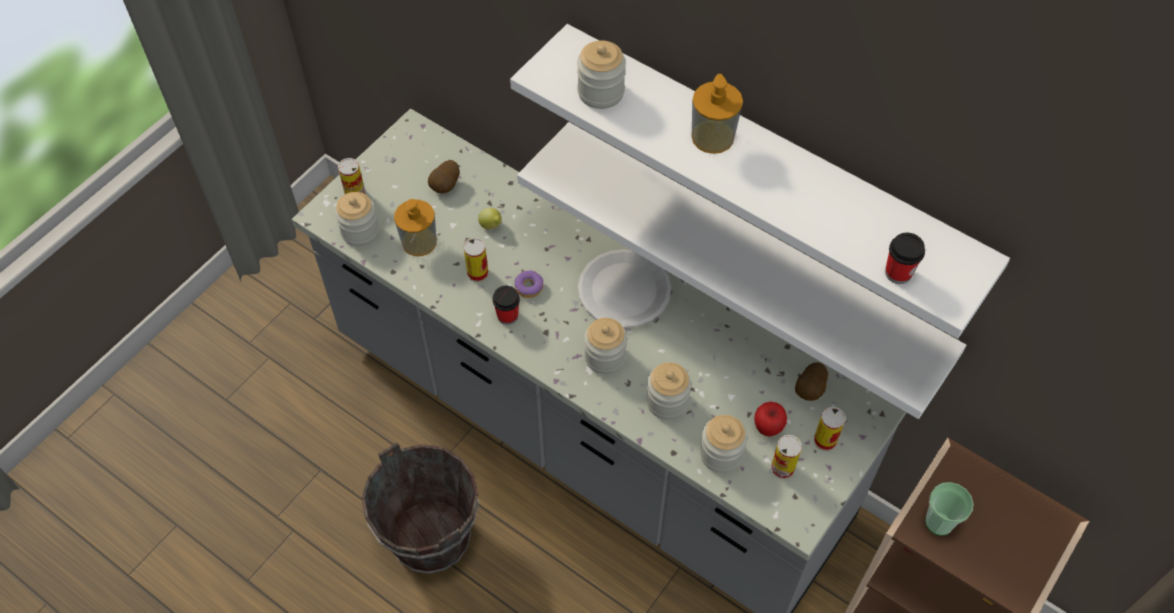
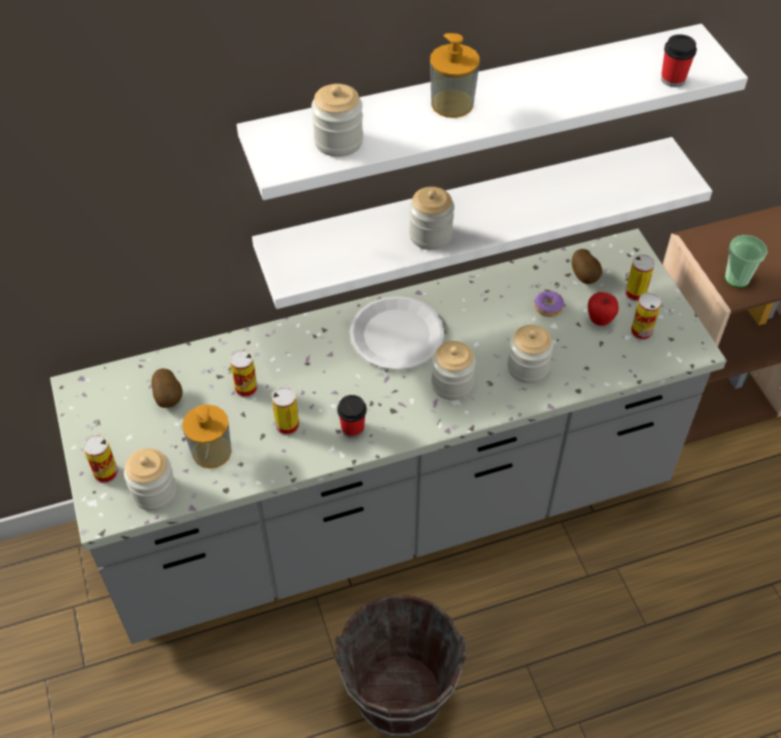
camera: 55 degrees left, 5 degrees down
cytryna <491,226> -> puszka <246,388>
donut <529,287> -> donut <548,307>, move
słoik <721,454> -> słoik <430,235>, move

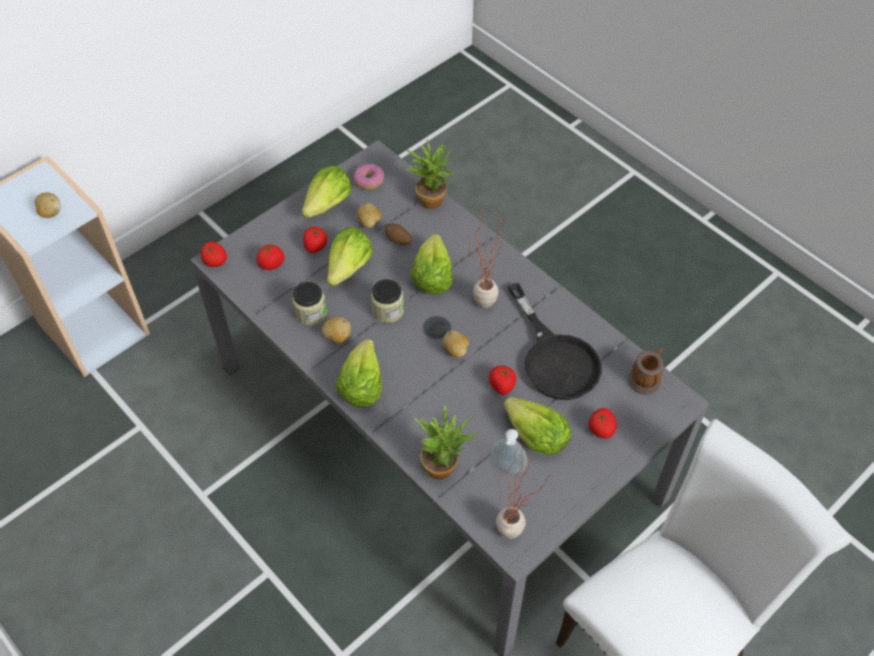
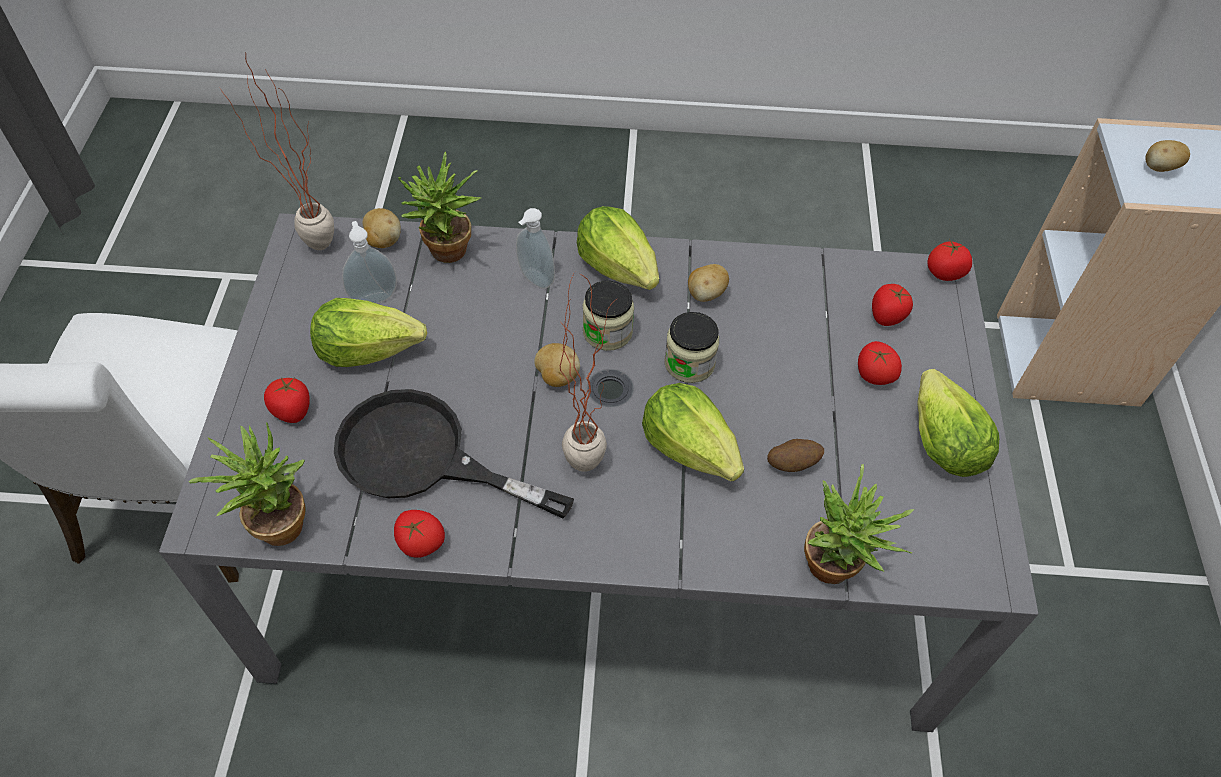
camera: 135 degrees right, 0 degrees up
słoik <310,313> -> słoik <607,332>, move
sałata <349,268> -> none
donut <369,180> -> none
ziemniak <369,223> -> ziemniak <383,240>, move
pomidor <502,386> -> pomidor <420,542>, move
kubek <646,377> -> roślina doniczkowa <275,521>
none -> dozownik mydła <534,280>

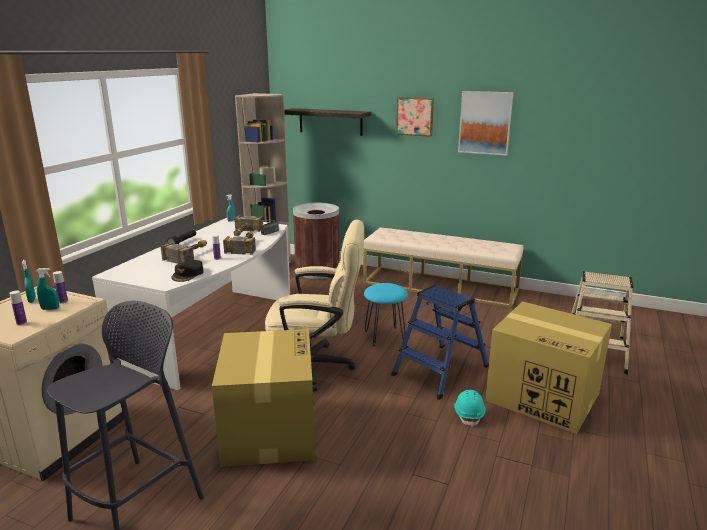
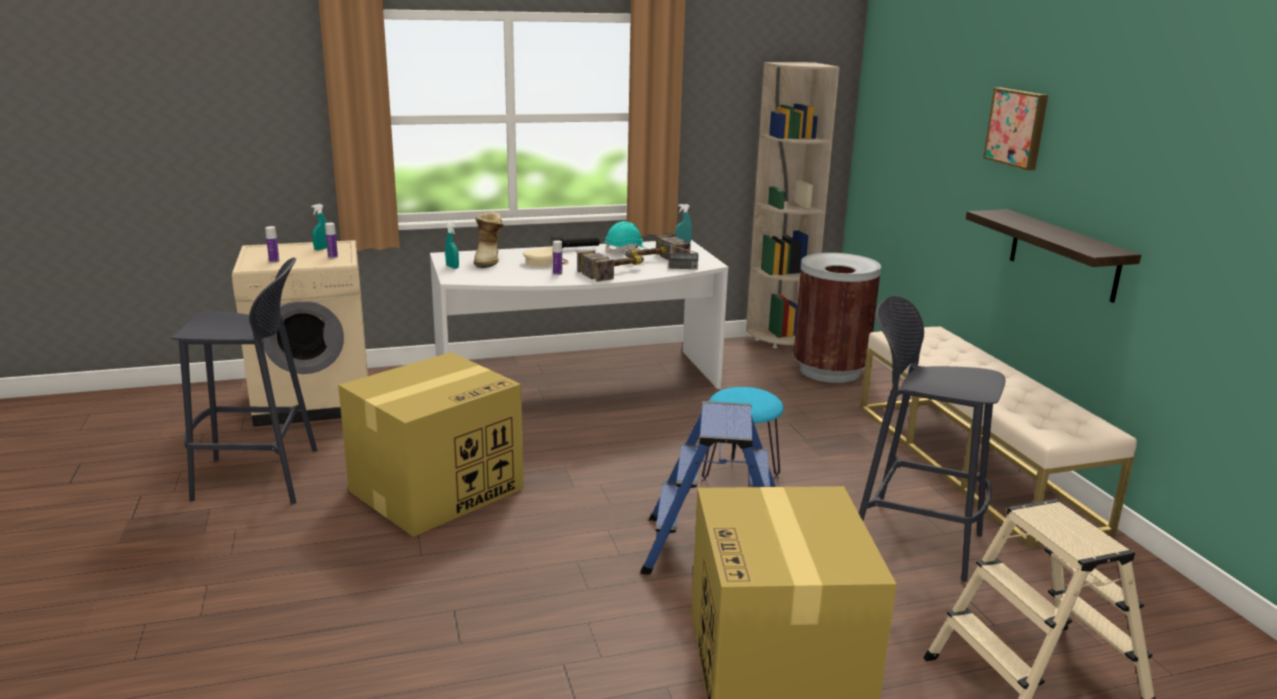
camera: 50 degrees right, 0 degrees up
spryskiwacz/turkusowy <50,309> -> spryskiwacz/turkusowy <452,267>, move
młotek <190,255> -> czapka z daszkiem/beżowy <545,262>
czapka z daszkiem/czarny <188,274> -> none
krzesło biurowe/beżowy <316,367> -> none
półka <330,121> -> półka <1063,255>, move
kask/turkusowy <469,414> -> kask/turkusowy <625,250>, move
obraz <485,122> -> none
none -> but z cholewką <489,260>
none -> stołek/szary <912,541>

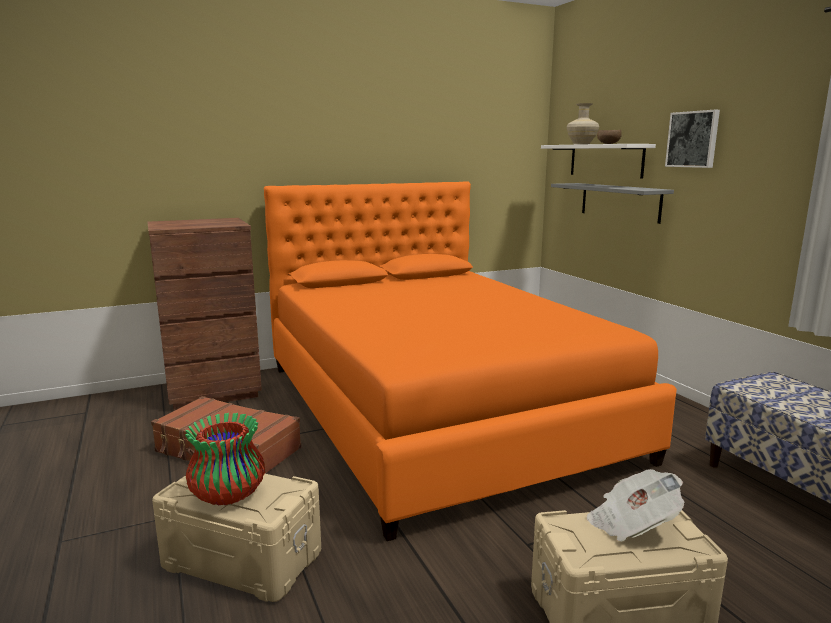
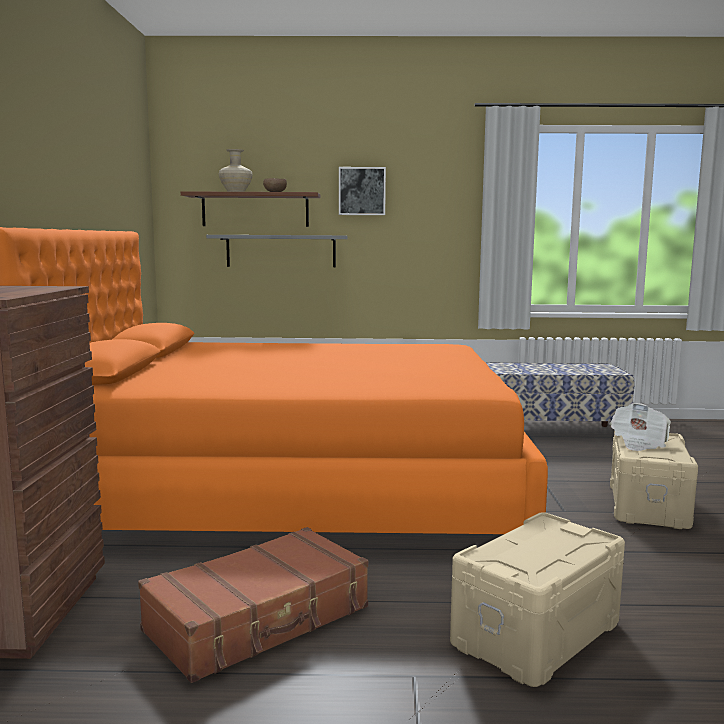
camera: 65 degrees left, 5 degrees down
wazon <227,495> -> none
półka/biały <605,160> -> półka/brązowy <255,210>

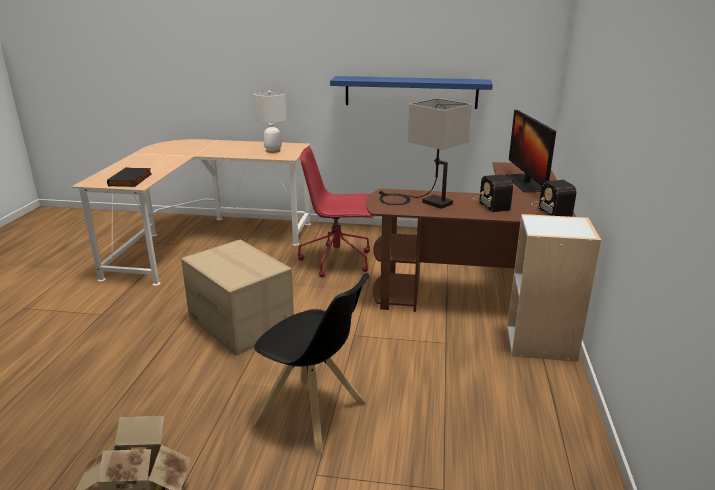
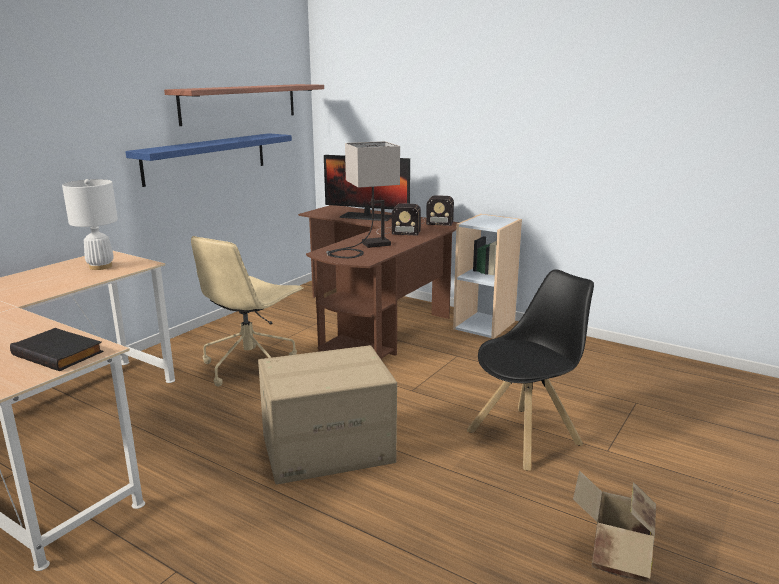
camera: 65 degrees left, 5 degrees down
krzesło biurowe/czerwony <340,261> -> krzesło biurowe/beżowy <252,365>
none -> półka <240,103>

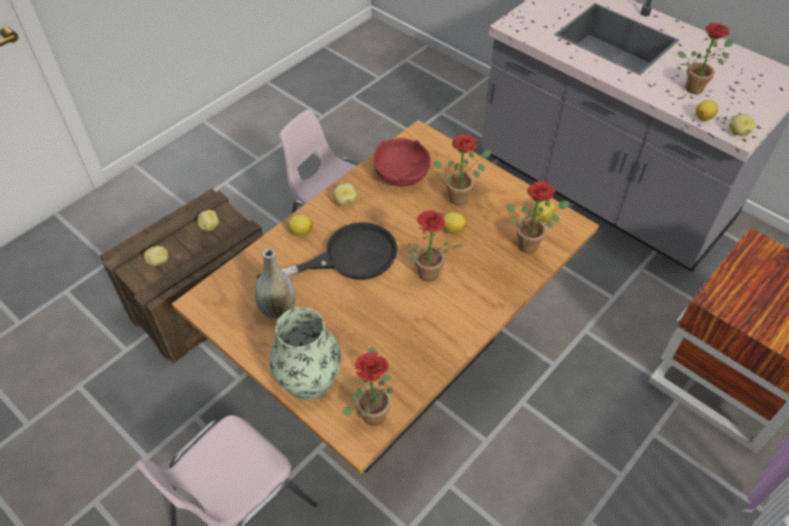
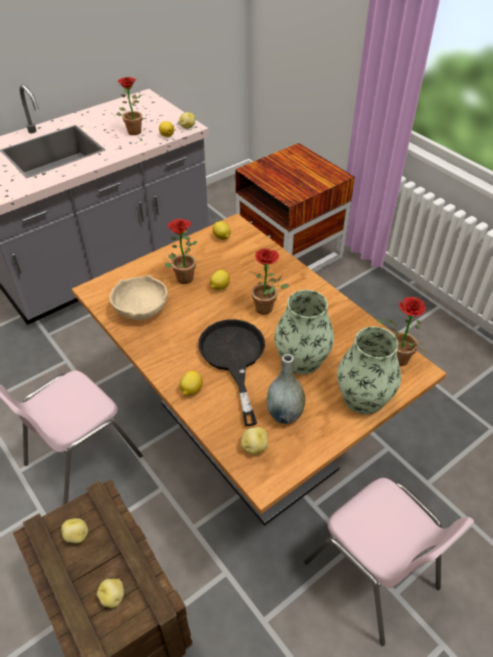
camera: 80 degrees left, 5 degrees down
ziemniak <345,201> -> ziemniak <254,447>, move
miska/czerwony <401,174> -> miska/beżowy <141,309>
roślina doniczkowa <531,243> -> none
none -> wazon <301,359>

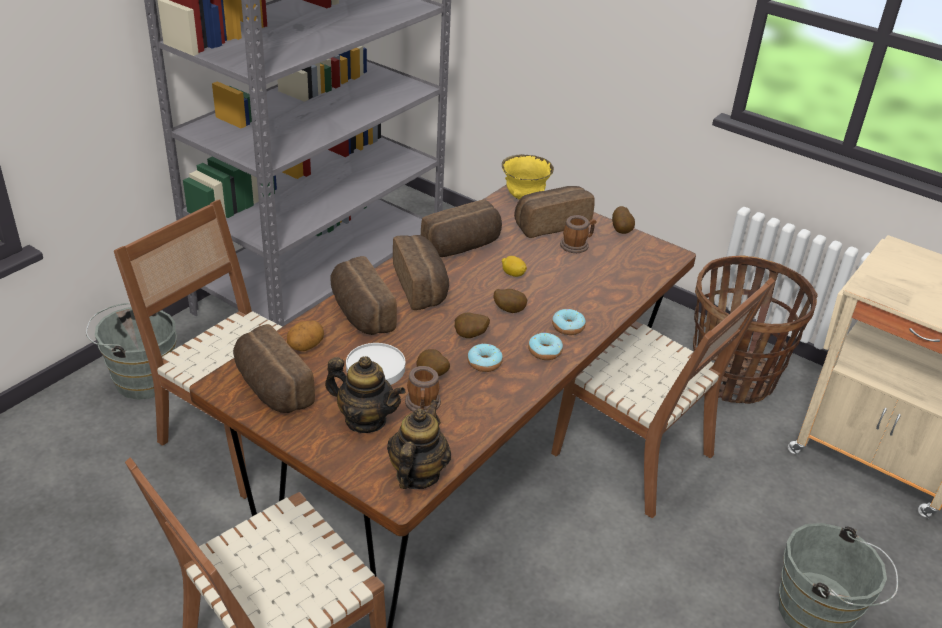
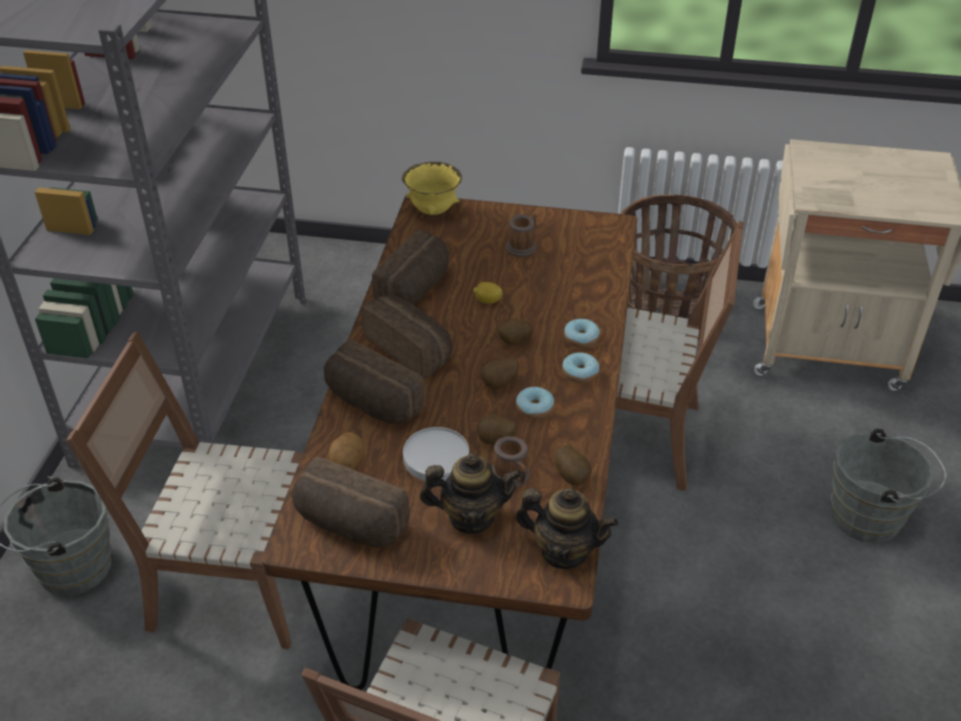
camera: 25 degrees left, 5 degrees up
imbryk <417,474> -> imbryk <564,551>, 120 degrees clockwise
chleb <550,223> -> none
ziemniak <622,230> -> ziemniak <572,477>, move

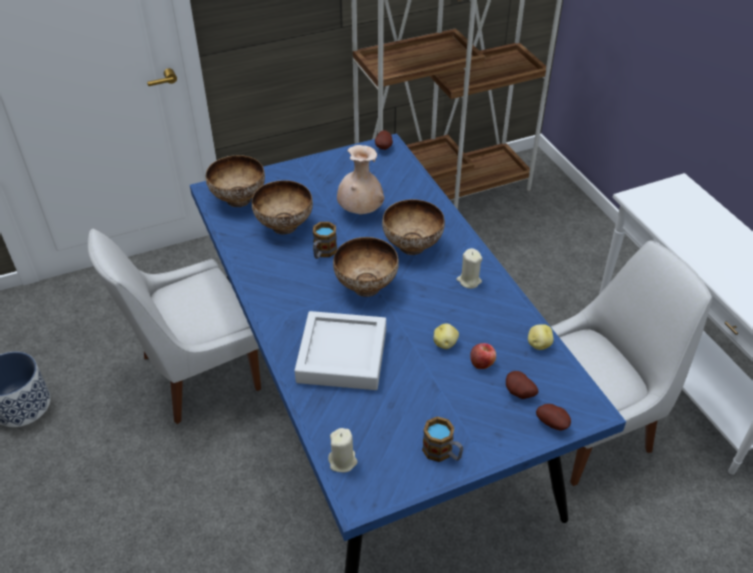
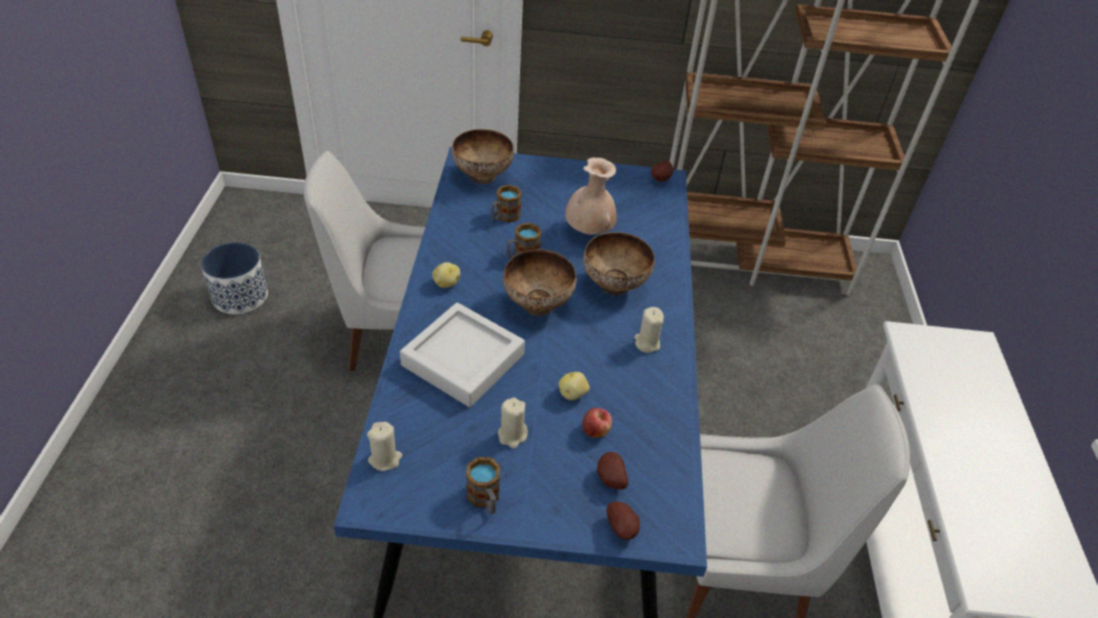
camera: 25 degrees right, 0 degrees up
miska <284,227> -> kubek <504,217>
ziemniak <538,344> -> ziemniak <446,283>, move
none -> świeca/beżowy <512,435>

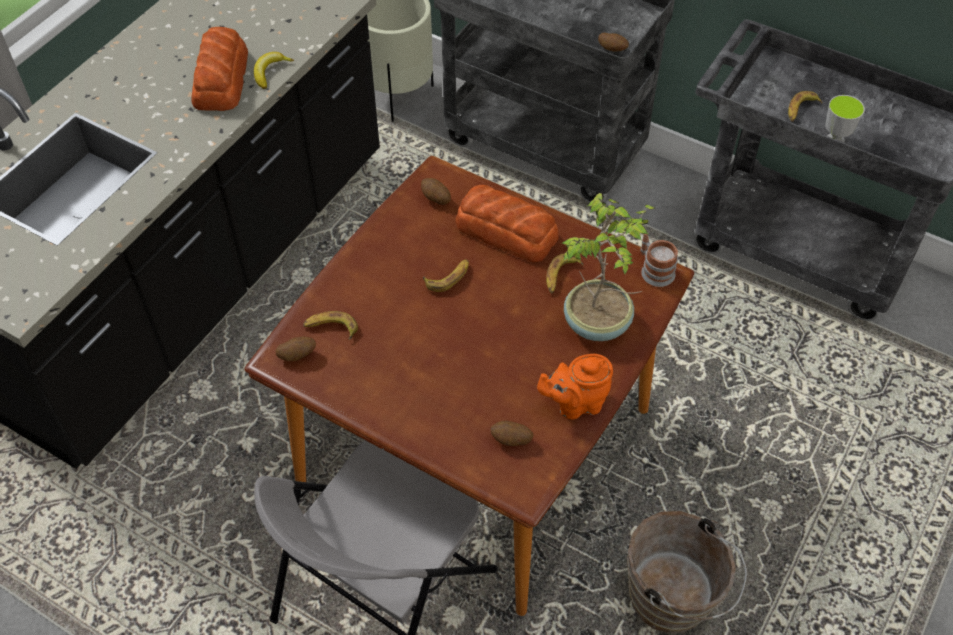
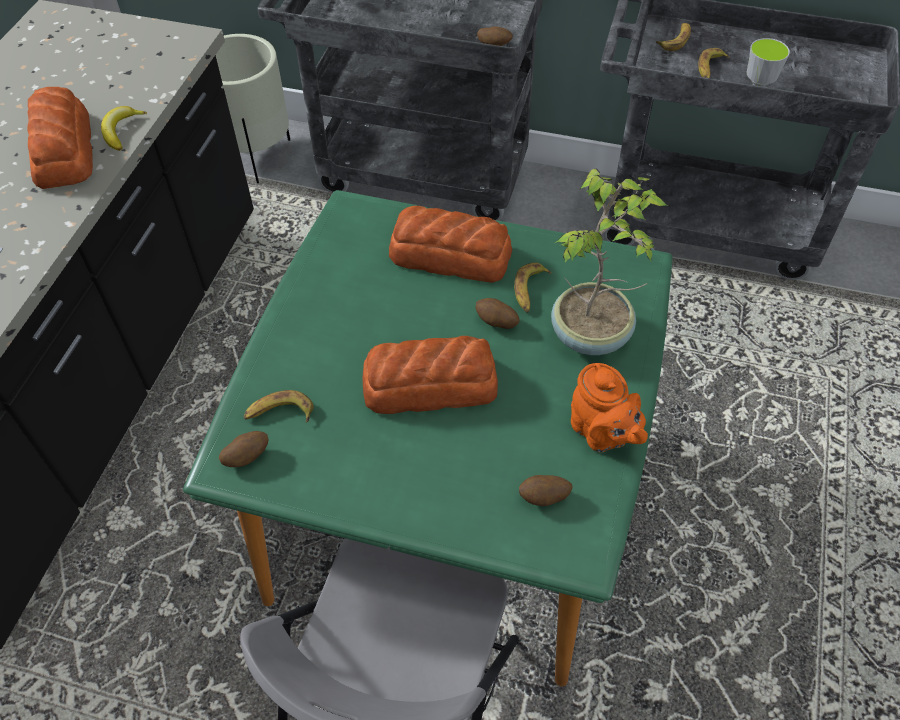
camera: 15 degrees left, 0 degrees up
stół jadalny/brązowy <477,446> -> stół jadalny/zielony <452,504>
ziemniak <436,199> -> ziemniak <496,323>, move
banan <448,277> -> banan <675,40>, move
imbryk/pomarańczowy <575,403> -> imbryk/pomarańczowy <602,434>, 90 degrees counterclockwise
wiadro/brązowy <674,601> -> none
kubek <654,270> -> none
none -> chleb <428,384>

